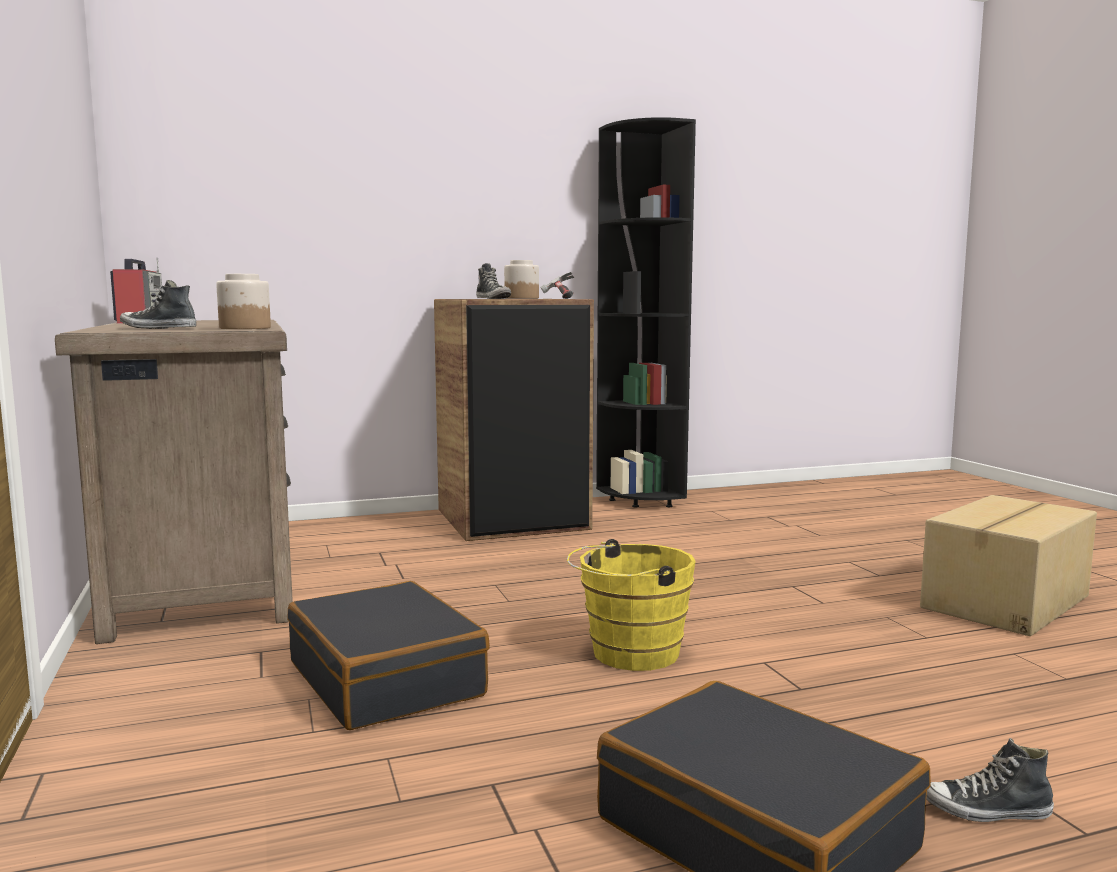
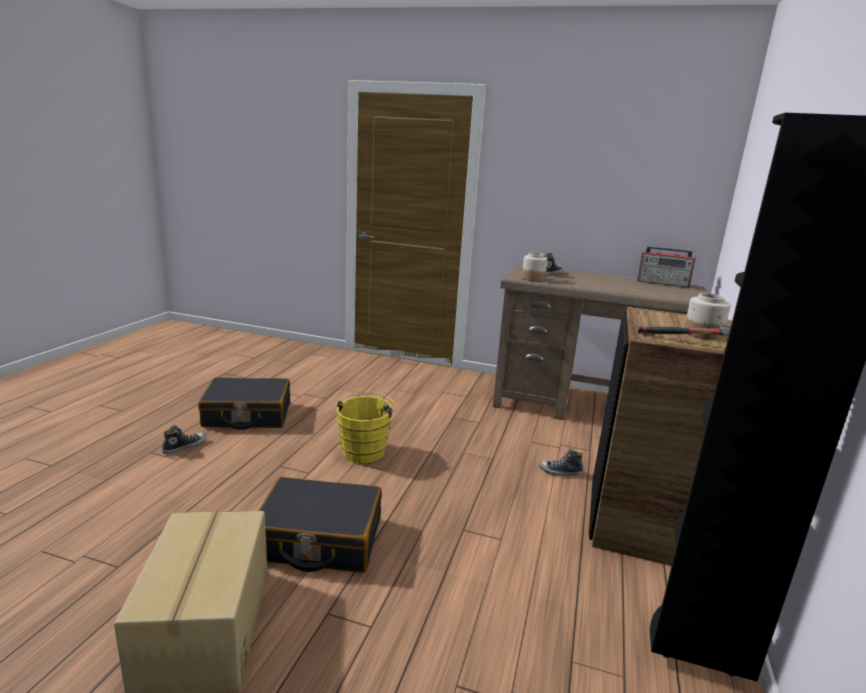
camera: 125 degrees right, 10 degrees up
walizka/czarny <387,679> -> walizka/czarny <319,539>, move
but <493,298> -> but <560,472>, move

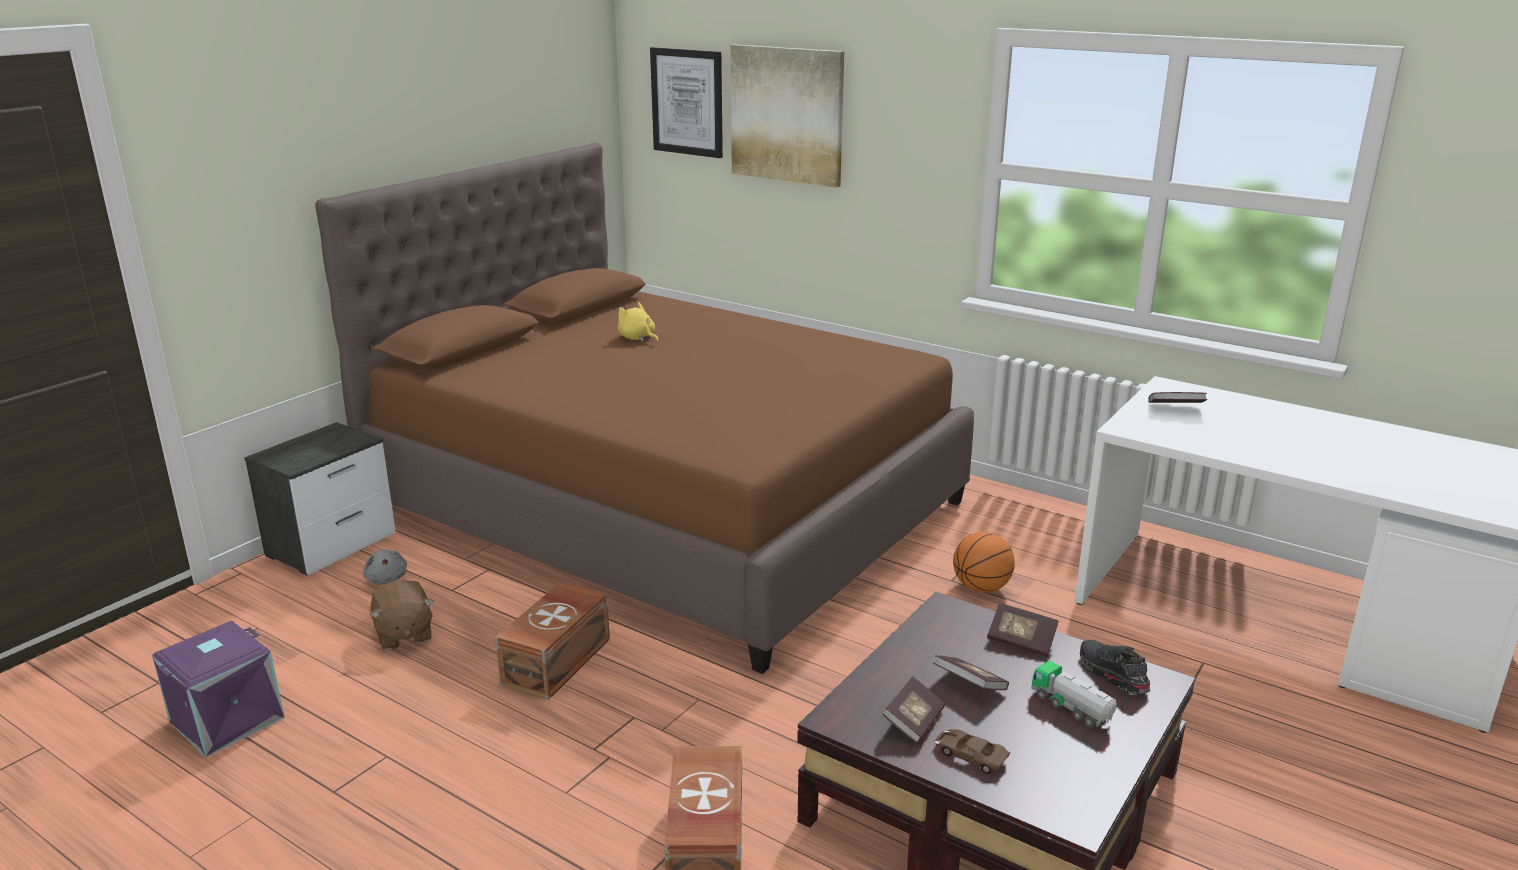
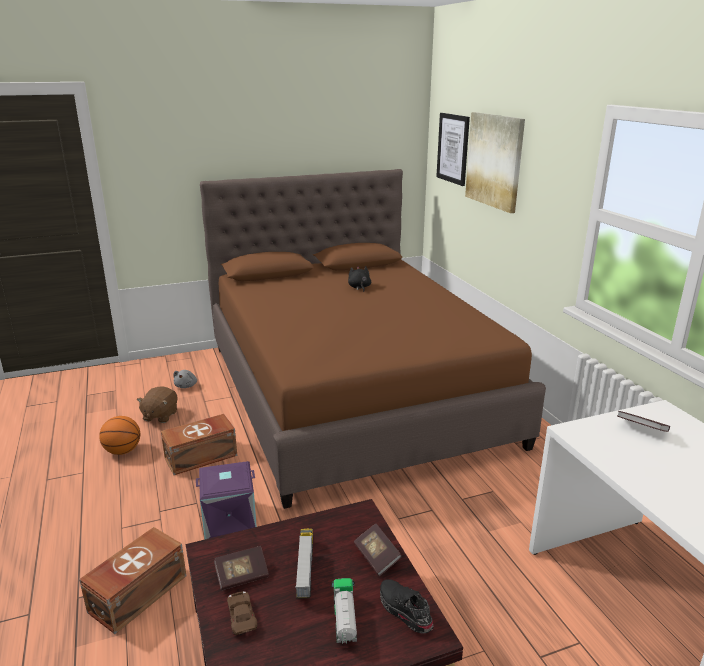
camera: 35 degrees right, 0 degrees up
pojemnik do przechowywania/fioletowy <227,721> -> pojemnik do przechowywania/fioletowy <229,521>, move
szafka nocna <333,544> -> none
pluszak/żółty <638,338> -> pluszak/czarny <359,287>
książka <969,685> -> ciężarówka zabawkowa <305,570>
piłka do koszykówki <981,588> -> piłka do koszykówki <123,451>, move
but/czarny <1111,674> -> but/czarny <404,611>, 45 degrees counterclockwise

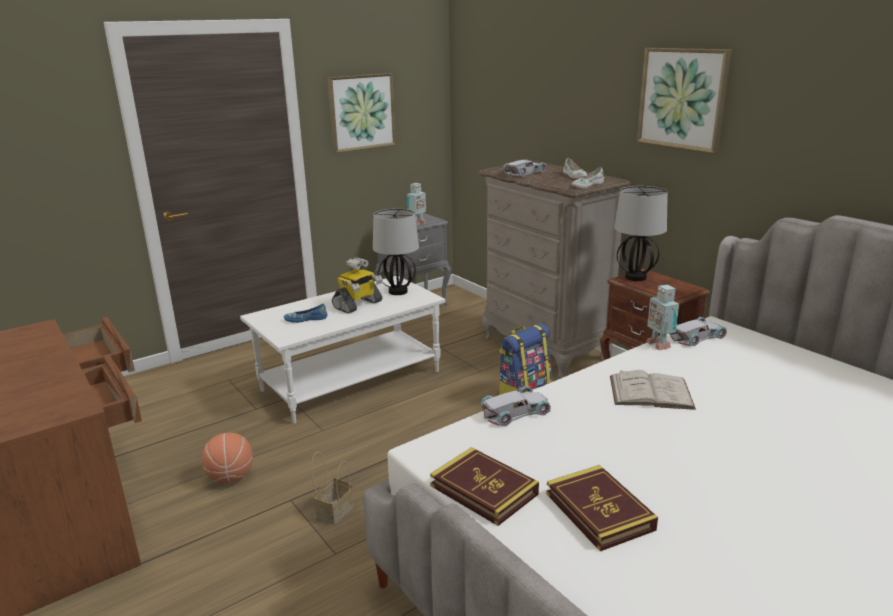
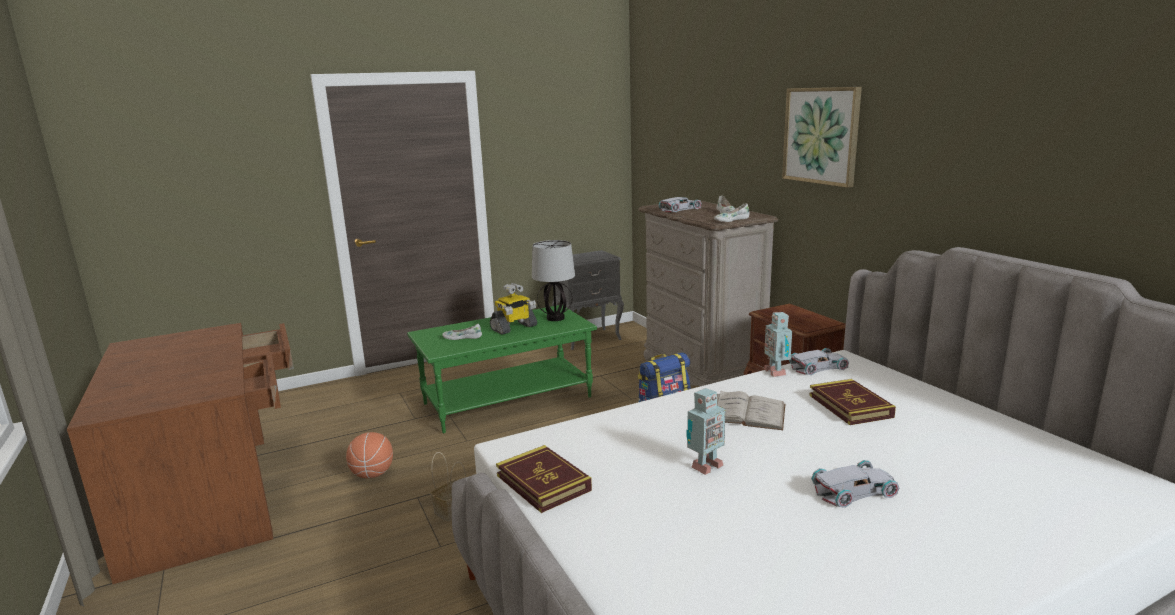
camera: 10 degrees right, 5 degrees down
ława/biały <351,380> -> ława/zielony <508,400>
but/niebieski <306,319> -> but/biały <462,337>
obraz <361,112> -> none
robot zabawkowy <417,223> -> robot zabawkowy <704,466>, move
samochodzik/biały <516,412> -> samochodzik/biały <855,491>, move
książka <599,511> -> książka <850,406>, move
lampa stołowa <635,278> -> none

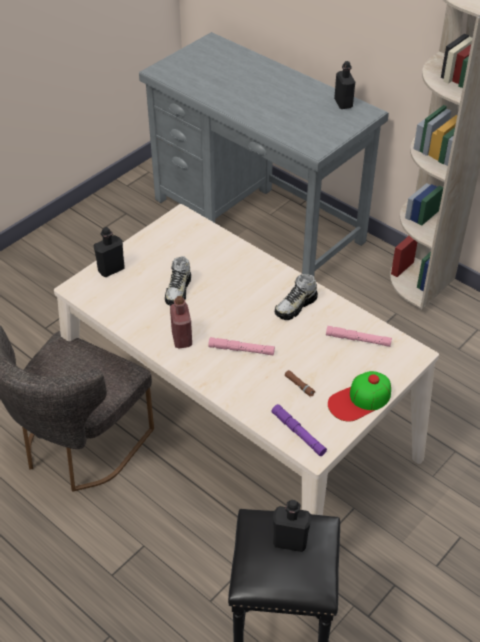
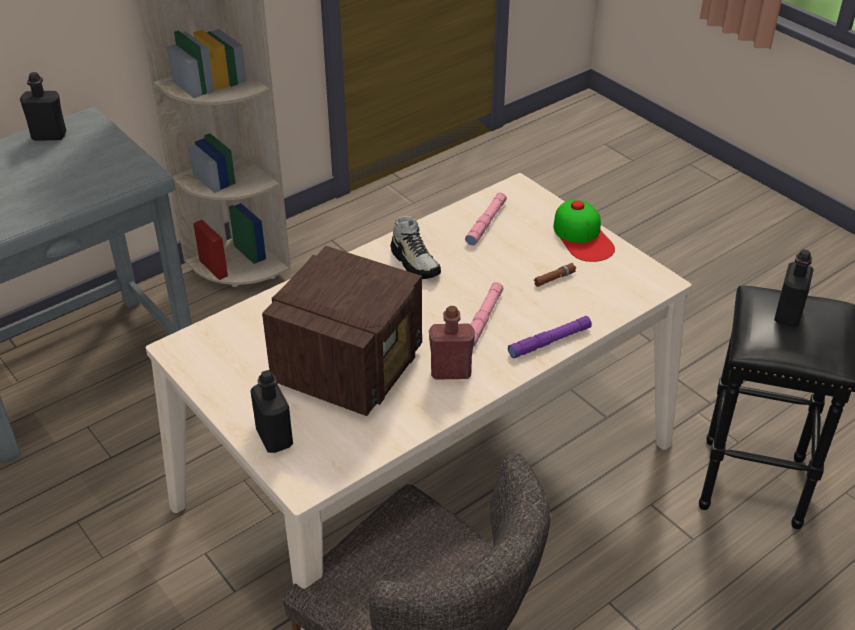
camera: 80 degrees left, 5 degrees down
but <178,291> -> radio <350,366>
latarka/fioletowy <298,433> -> latarka/fioletowy <549,341>, move

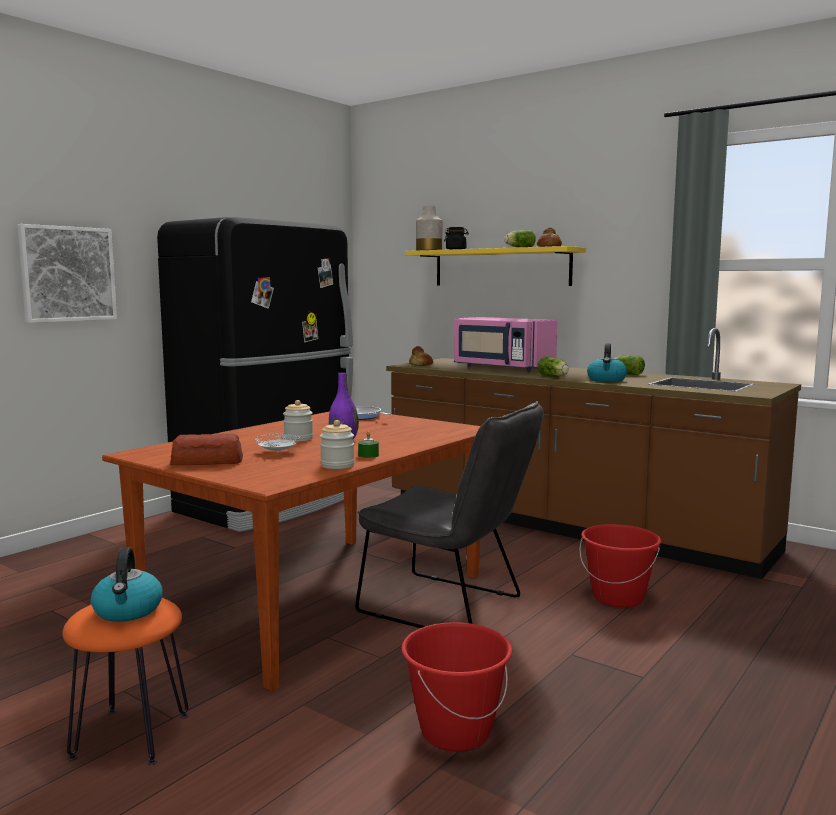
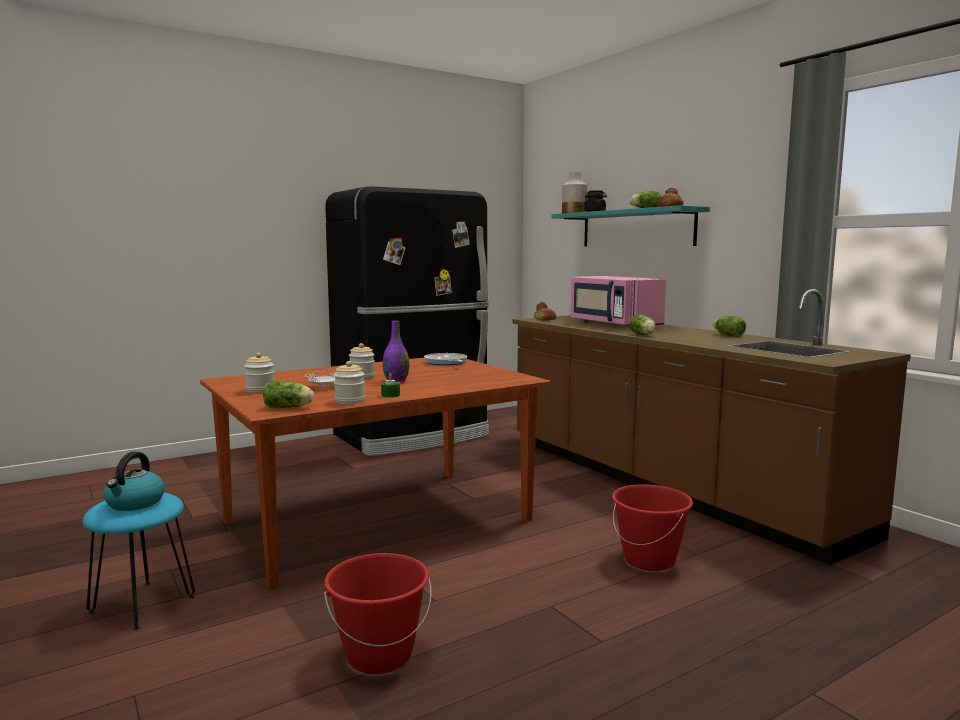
camera: 20 degrees right, 0 degrees up
obraz <68,274> -> none
stołek/pomarańczowy <131,735> -> stołek/turkusowy <142,605>
chleb <208,461> -> słoik <260,390>
krzesło/szary <450,607> -> none
półka/żółty <501,267> -> półka/turkusowy <636,228>
czajnik <606,380> -> none
none -> sałata <289,408>

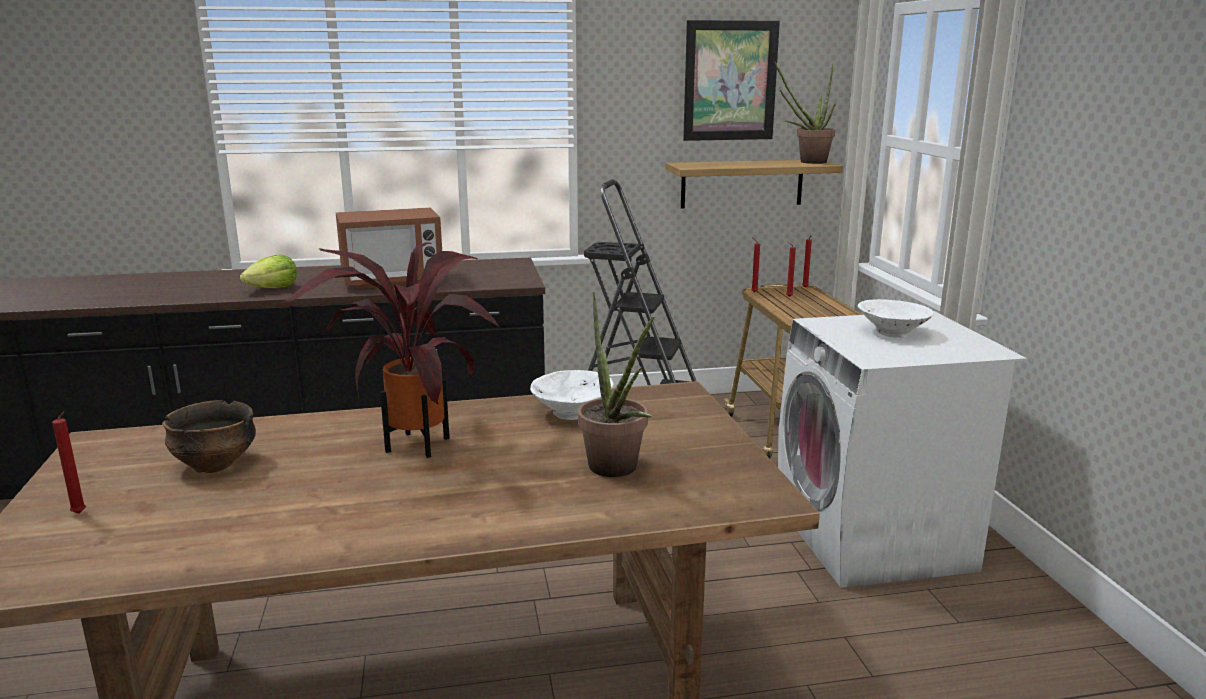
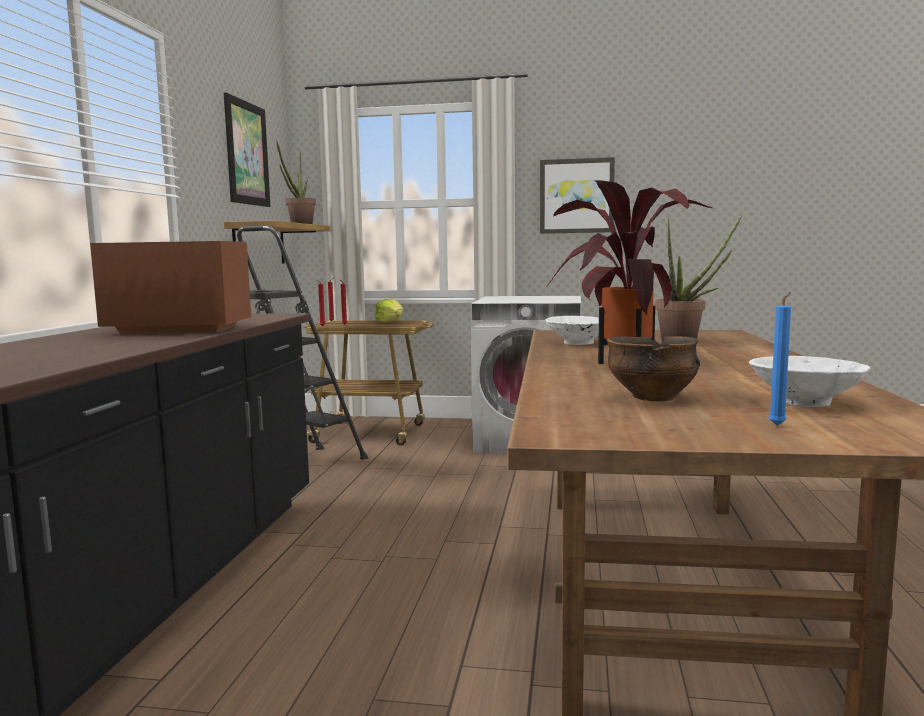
camera: 70 degrees left, 10 degrees down
świeca/czerwony <80,514> -> świeca/niebieski <778,425>
sałata <273,289> -> sałata <390,322>, move
mikrofalówka <392,281> -> mikrofalówka <179,330>, 90 degrees counterclockwise
miska/biały <892,333> -> miska/biały <805,402>, move
none -> obraz <576,196>

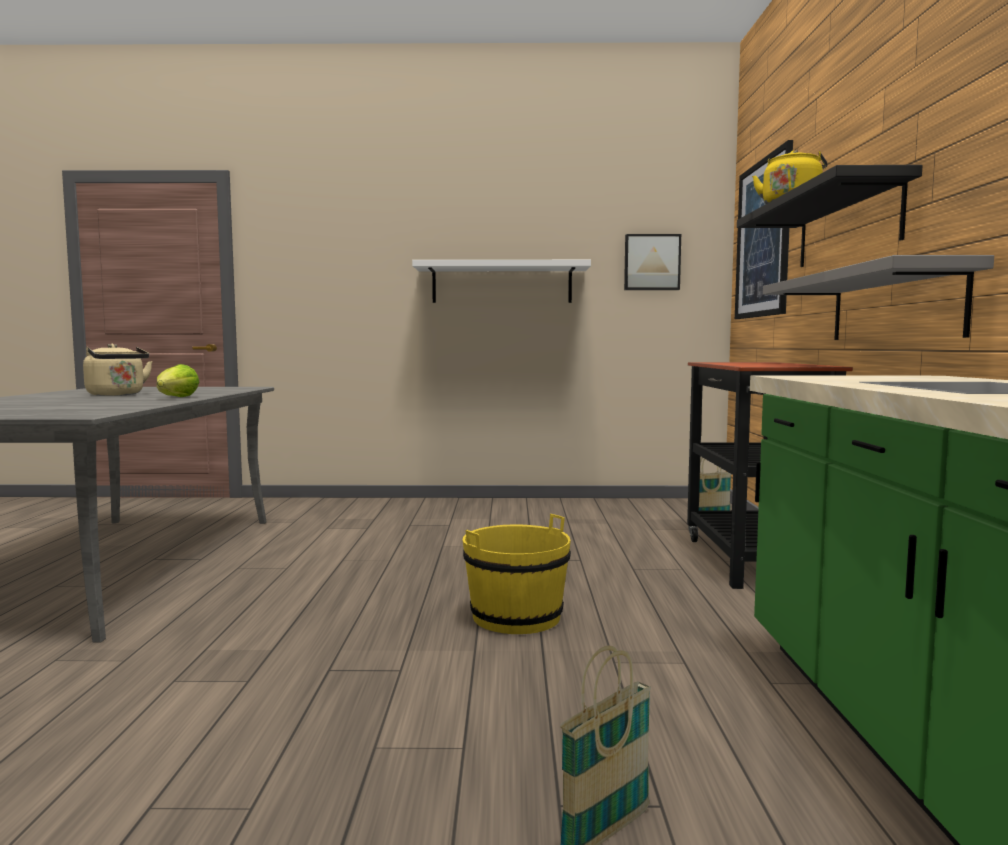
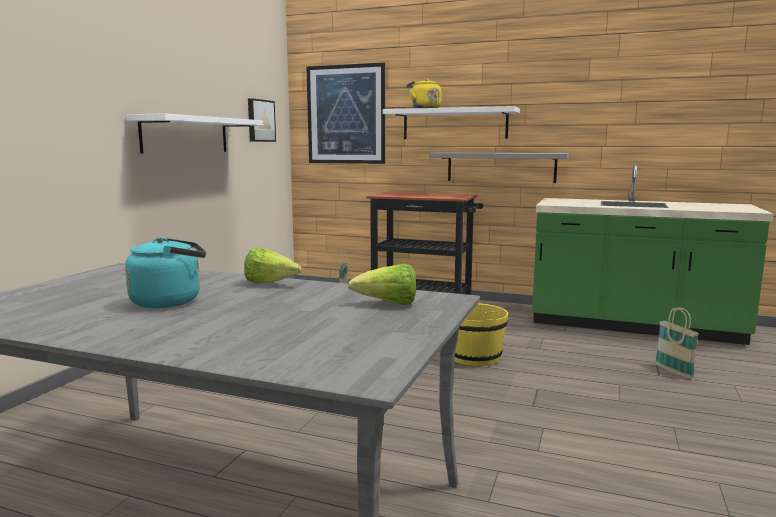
camera: 70 degrees left, 5 degrees up
czajnik/beżowy <117,395> -> czajnik/turkusowy <170,301>
półka/czarny <847,226> -> półka/biały <454,124>
none -> sałata <388,304>

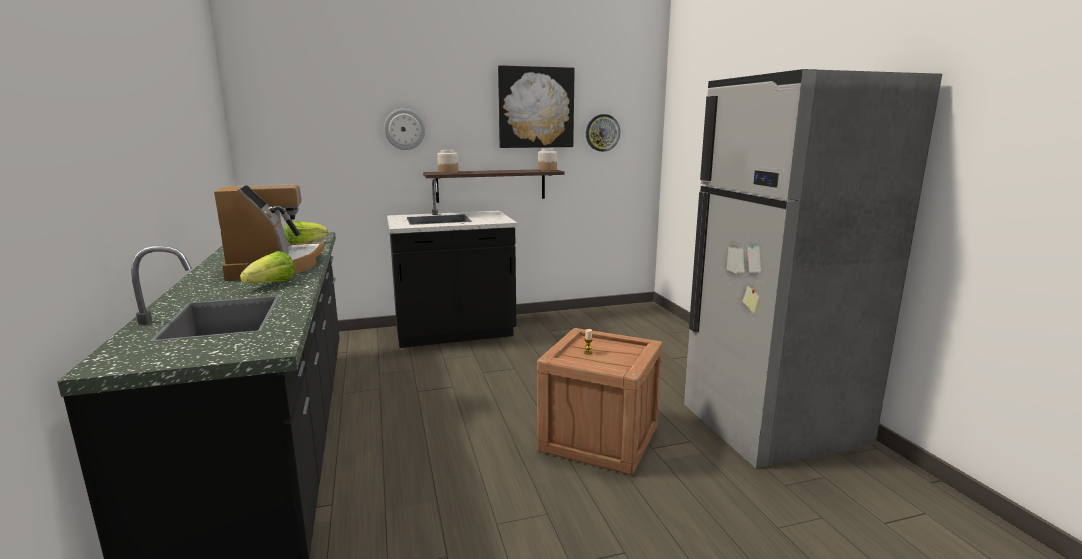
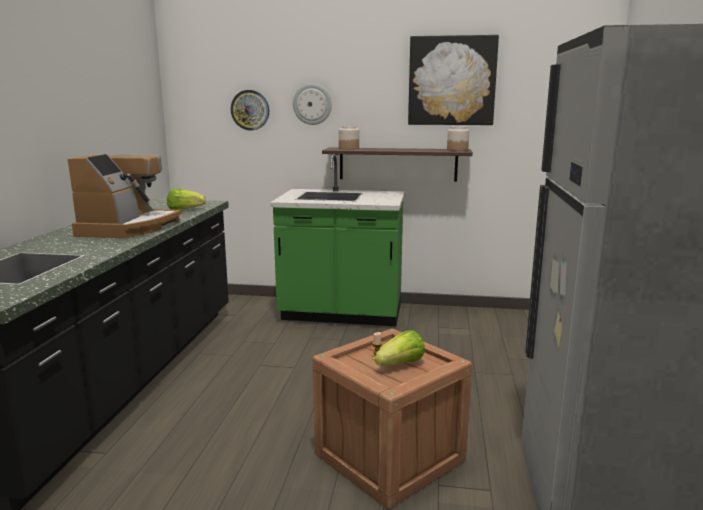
camera: 25 degrees right, 0 degrees up
sałata <272,284> -> sałata <401,365>, move
zabudowa kuchenna/czarny <454,333> -> zabudowa kuchenna/zielony <341,314>
zegar ścienny <602,133> -> zegar ścienny <250,110>, move

